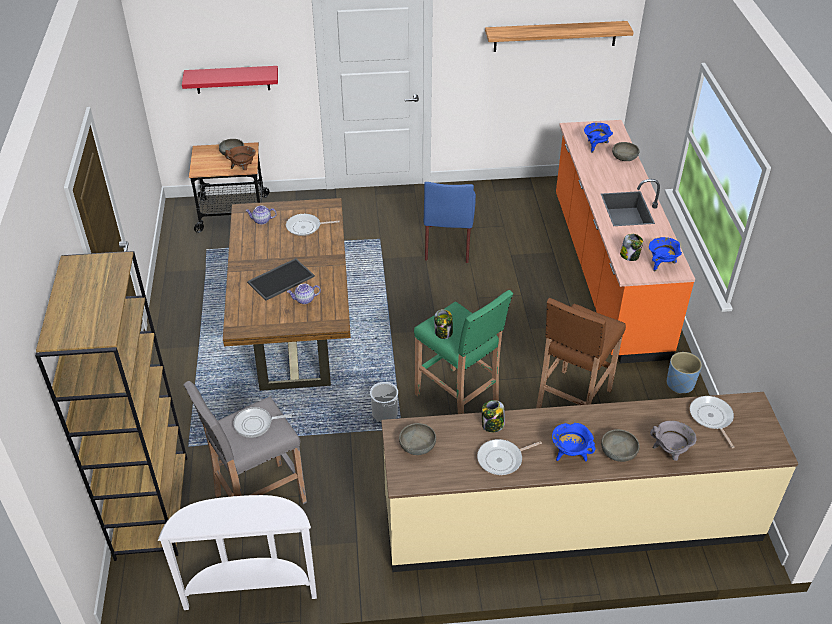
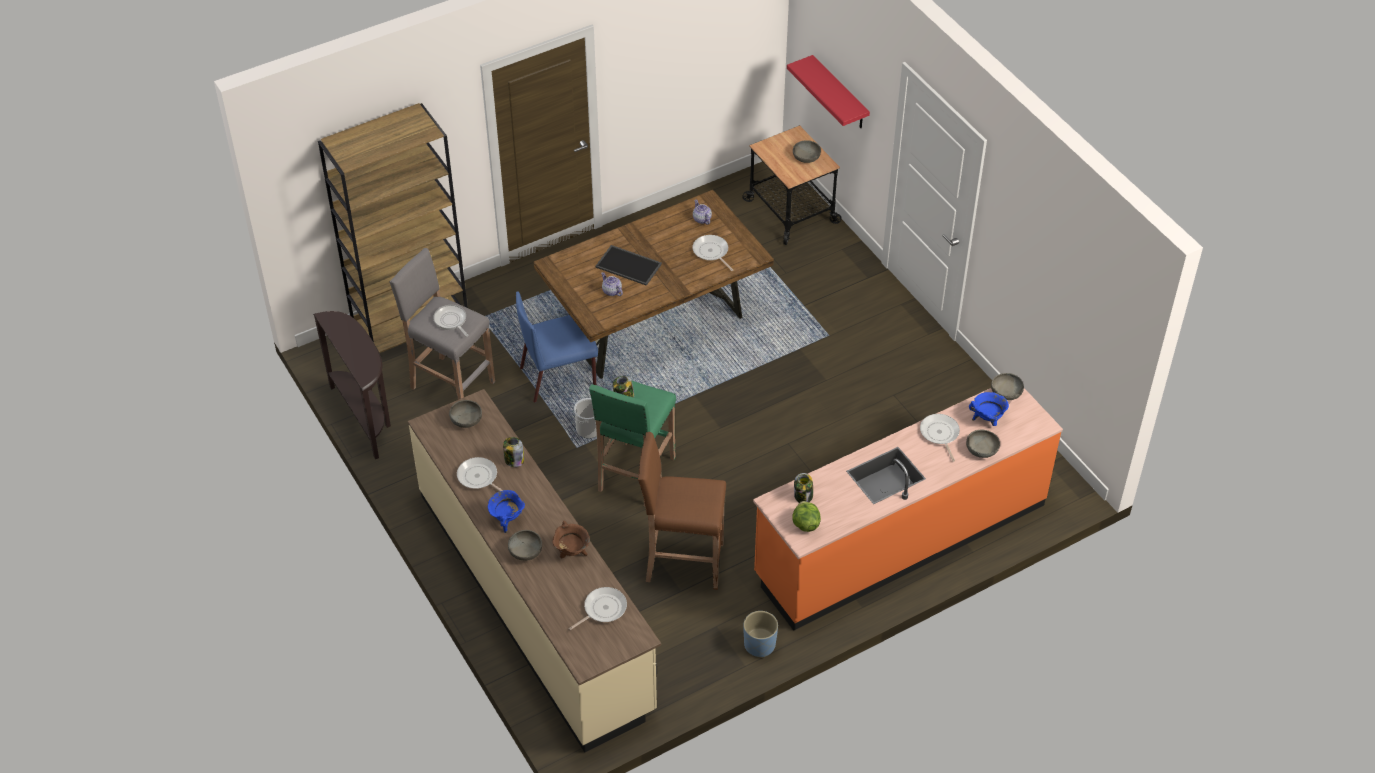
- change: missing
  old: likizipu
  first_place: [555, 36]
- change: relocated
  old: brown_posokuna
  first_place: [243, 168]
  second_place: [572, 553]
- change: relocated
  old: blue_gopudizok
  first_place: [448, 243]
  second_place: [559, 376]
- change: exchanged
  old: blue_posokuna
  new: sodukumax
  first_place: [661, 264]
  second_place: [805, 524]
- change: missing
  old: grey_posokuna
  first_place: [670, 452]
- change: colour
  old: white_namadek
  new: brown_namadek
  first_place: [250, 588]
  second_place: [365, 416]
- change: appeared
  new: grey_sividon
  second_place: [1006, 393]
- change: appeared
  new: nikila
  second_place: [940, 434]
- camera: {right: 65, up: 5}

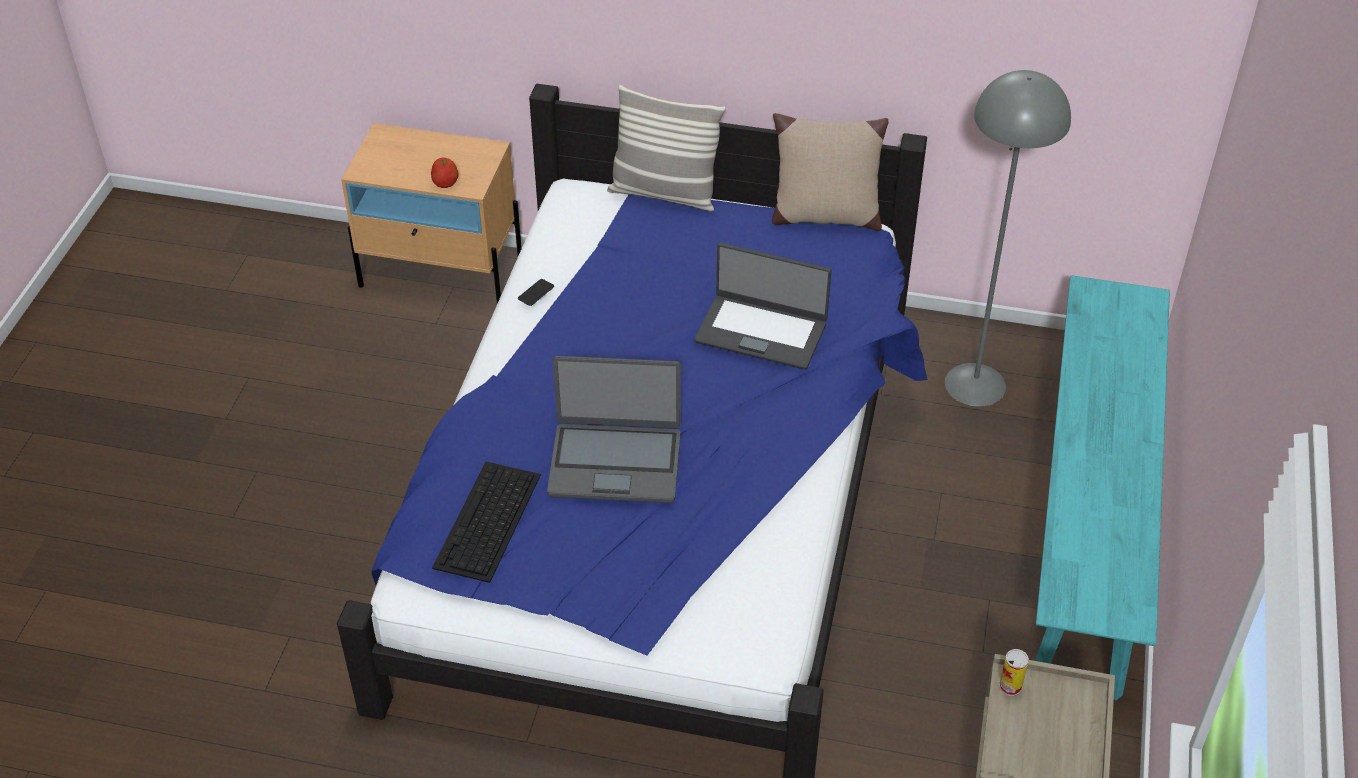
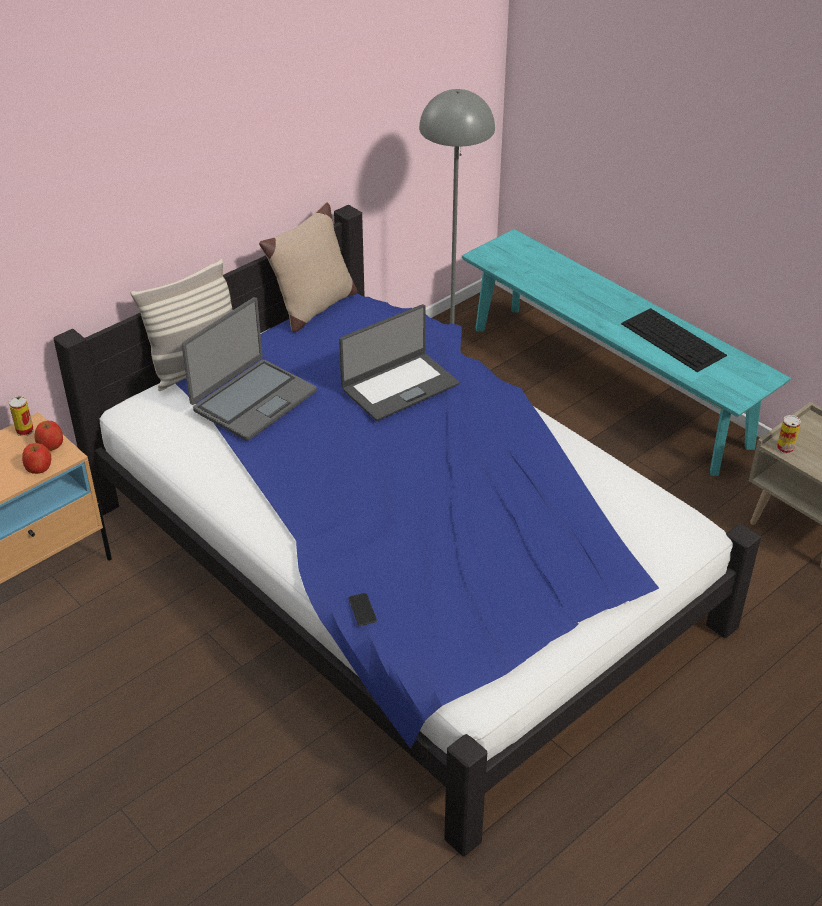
- change: relocated
  old: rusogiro
  first_place: [536, 293]
  second_place: [362, 610]
- change: relocated
  old: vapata
  first_place: [615, 462]
  second_place: [253, 400]
- change: relocated
  old: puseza
  first_place: [487, 522]
  second_place: [674, 340]
- change: appeared
  new: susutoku
  second_place: [25, 430]
- change: appeared
  new: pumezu
  second_place: [50, 444]
- camera: {right: -55, up: -5}

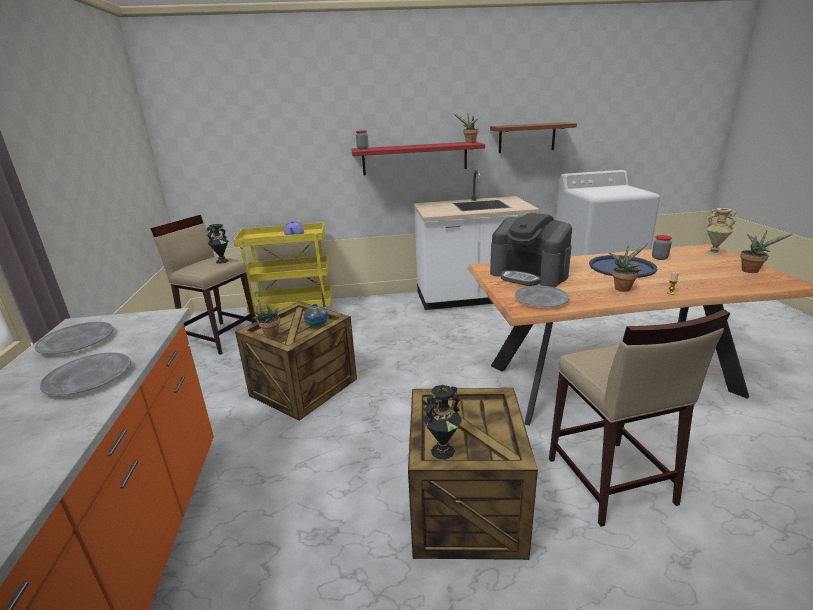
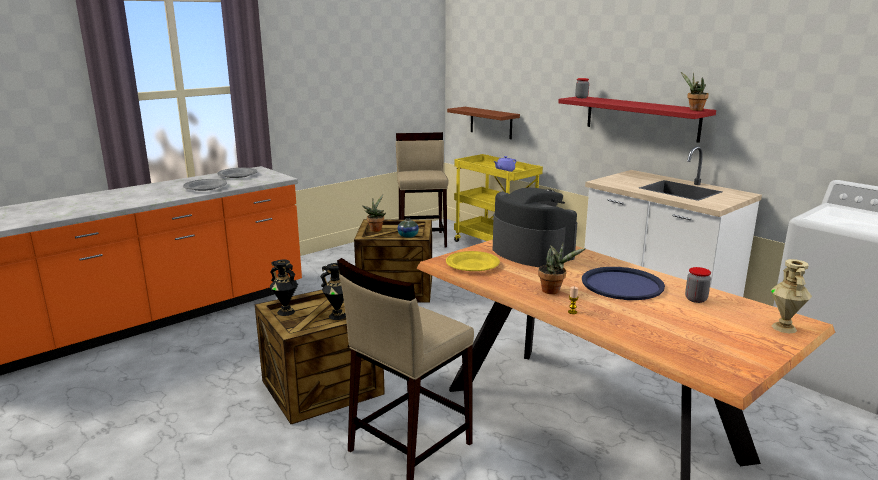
- change: relocated
  old: brown_likizipu
  first_place: [527, 137]
  second_place: [491, 122]
- change: spun
  old: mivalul
  first_place: [529, 274]
  second_place: [531, 252]
  degrees: 135
- change: relocated
  old: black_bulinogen
  first_place: [222, 261]
  second_place: [337, 316]
- change: missing
  old: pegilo
  first_place: [752, 270]
- change: colour
  old: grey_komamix
  new: yellow_komamix
  first_place: [541, 300]
  second_place: [472, 265]
- camera: {right: 55, up: -5}

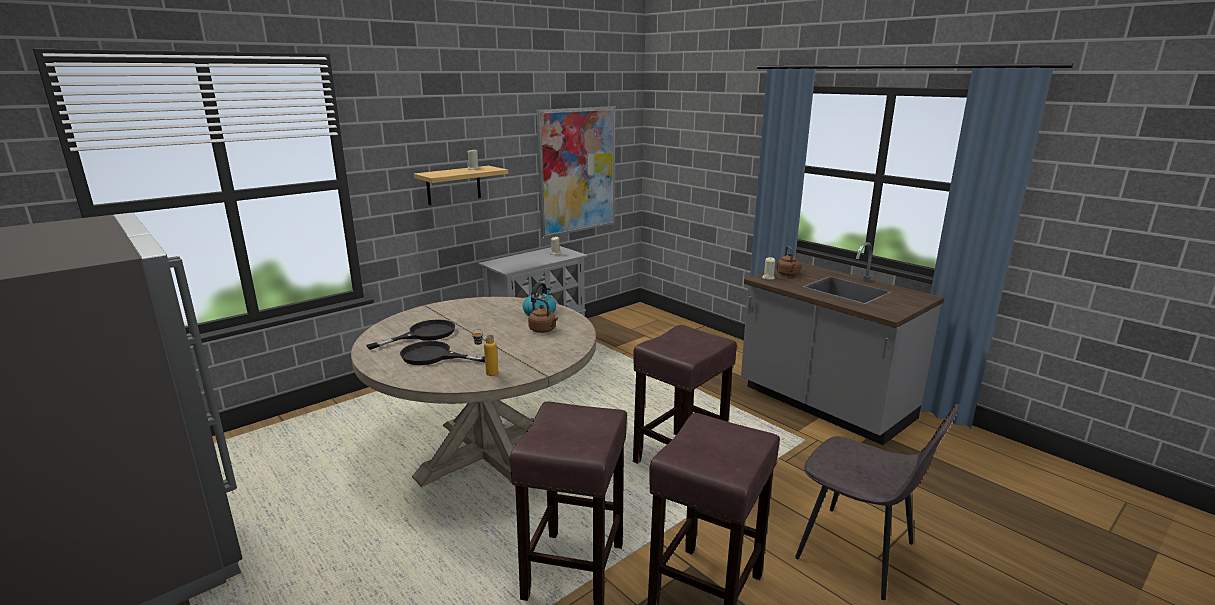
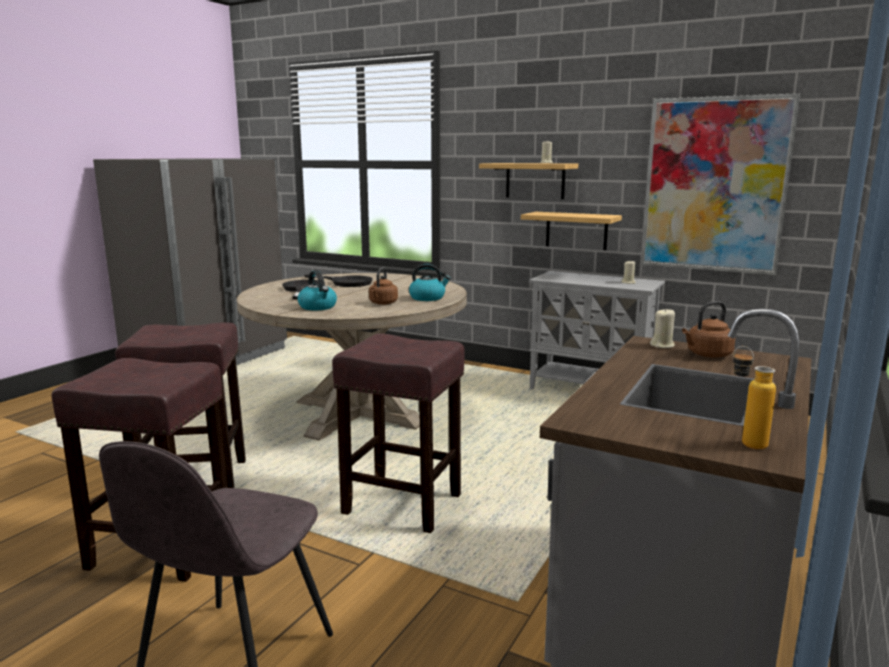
- change: relocated
  old: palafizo
  first_place: [486, 374]
  second_place: [744, 441]
- change: appeared
  new: likizipu
  second_place: [576, 230]
- change: appeared
  new: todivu
  second_place: [318, 307]
- camera: {right: 70, up: -5}

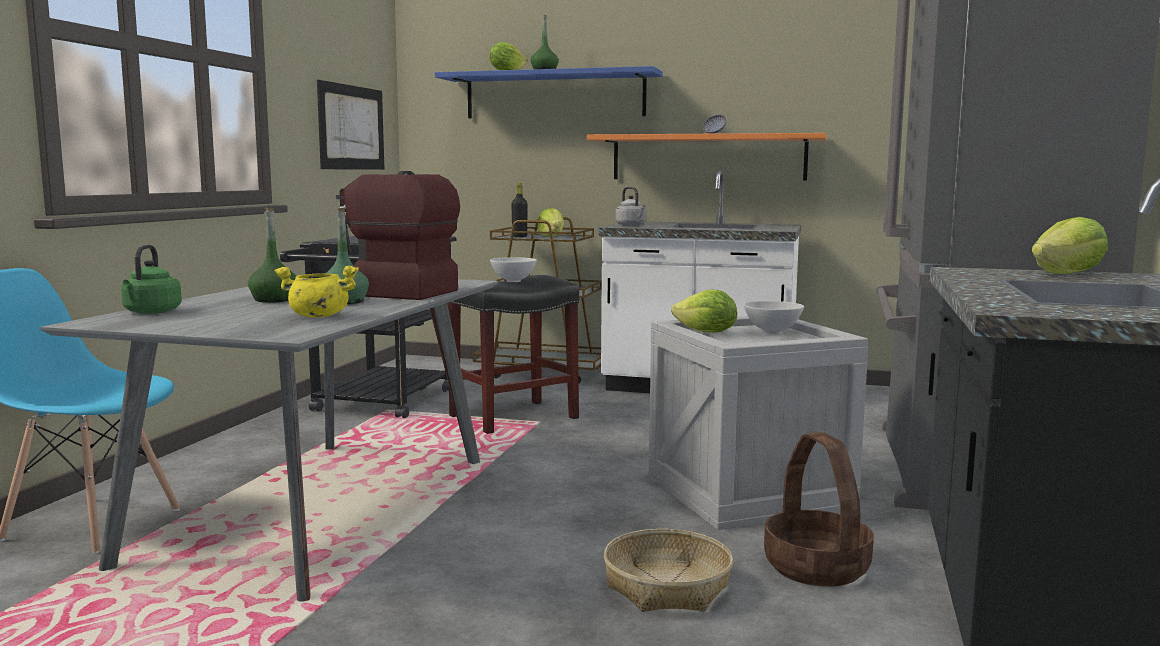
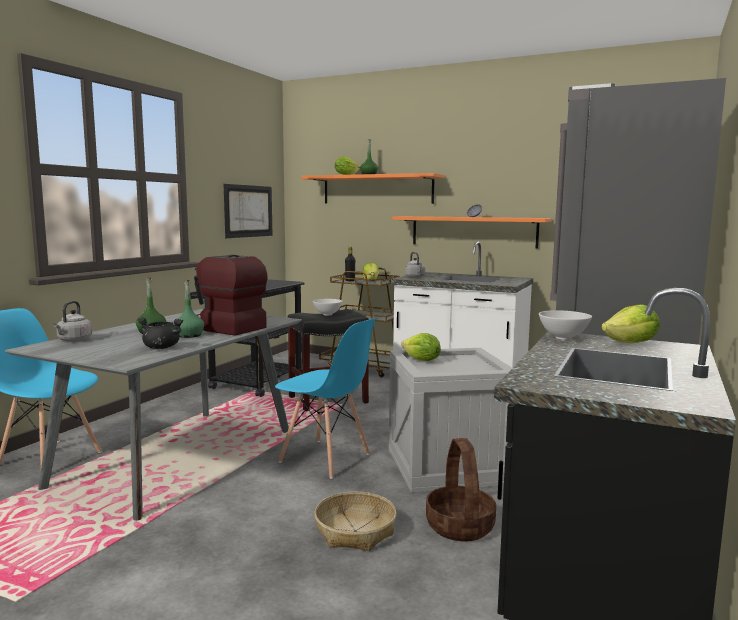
- change: colour
  old: blue_likizipu
  new: orange_likizipu
  first_place: [554, 95]
  second_place: [377, 189]
- change: colour
  old: green_todivu
  new: grey_todivu
  first_place: [151, 312]
  second_place: [73, 340]
- change: colour
  old: yellow_posokuna
  new: black_posokuna
  first_place: [317, 316]
  second_place: [160, 348]
- change: relocated
  old: white_sividon
  first_place: [773, 332]
  second_place: [564, 338]
- change: appeared
  new: blue_gopudizok
  second_place: [325, 458]
- camera: {right: 10, up: 0}

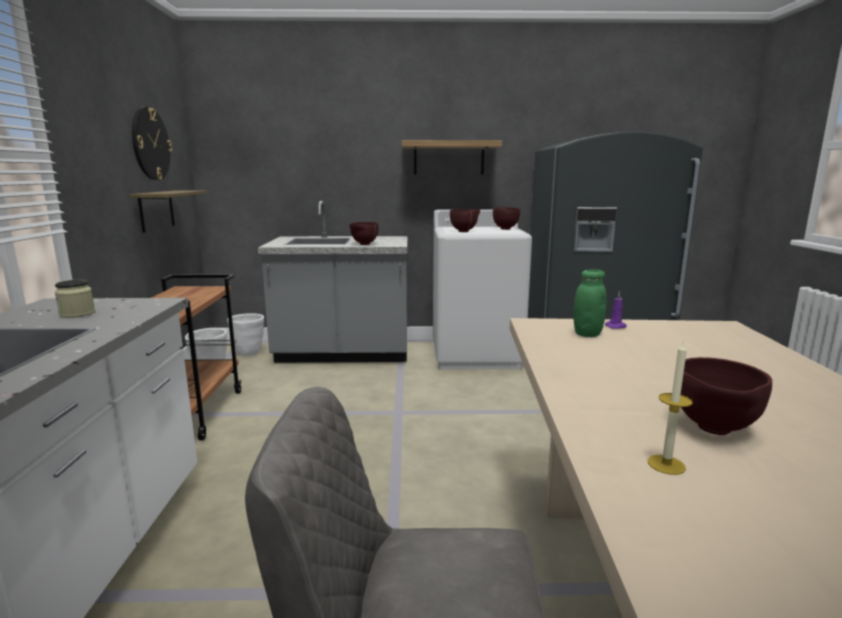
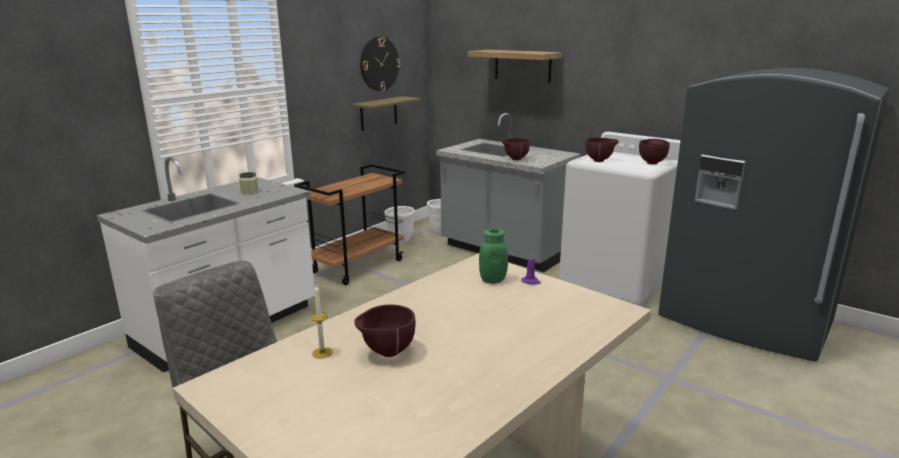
- change: relocated
  old: likizipu
  first_place: [448, 158]
  second_place: [522, 65]
- camera: {right: 40, up: 5}

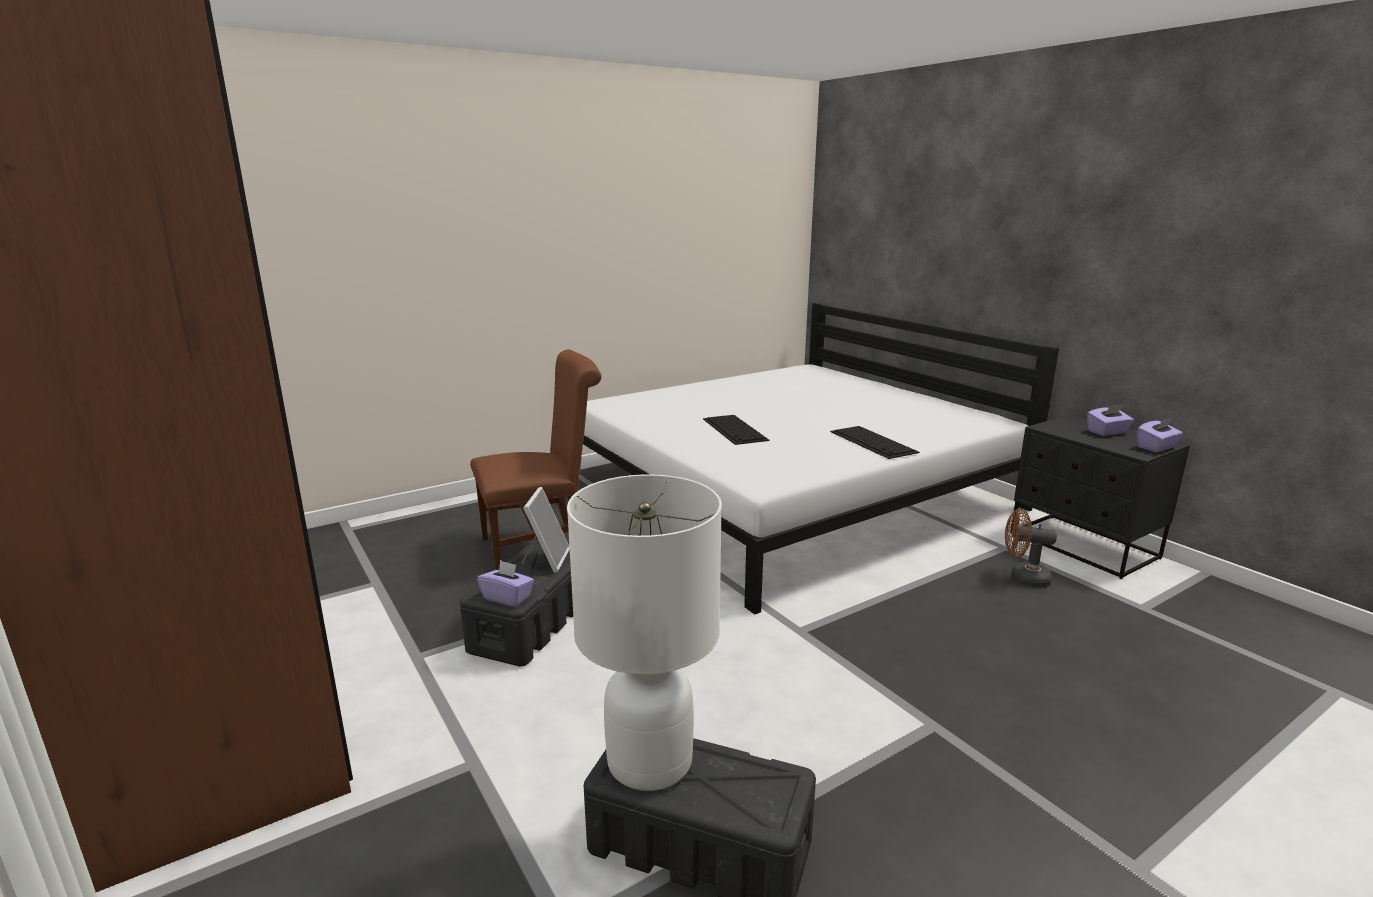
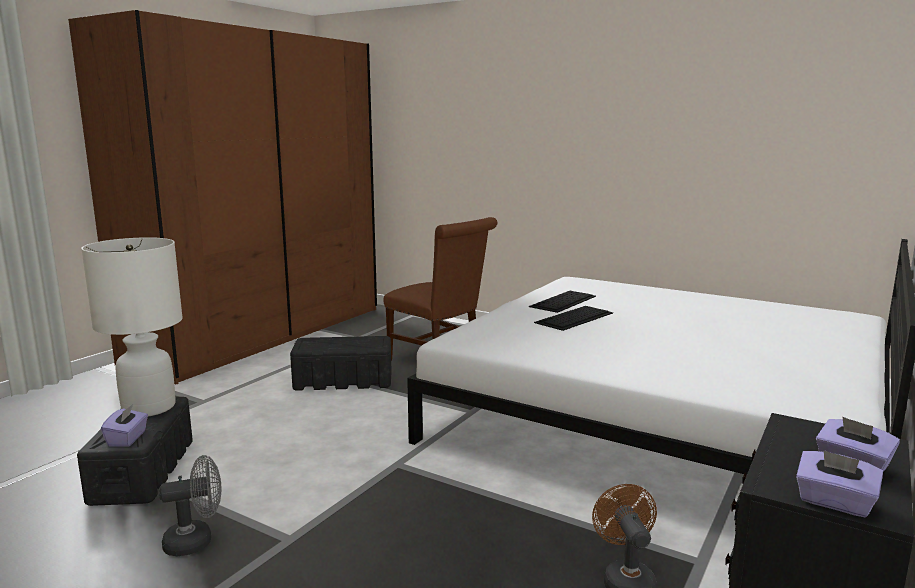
- change: relocated
  old: puseza
  first_place: [874, 442]
  second_place: [563, 301]
- change: missing
  old: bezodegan
  first_place: [546, 559]
- change: relocated
  old: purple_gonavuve
  first_place: [507, 598]
  second_place: [127, 439]
- change: appeared
  new: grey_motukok
  second_place: [196, 541]
- camera: {right: 65, up: -5}

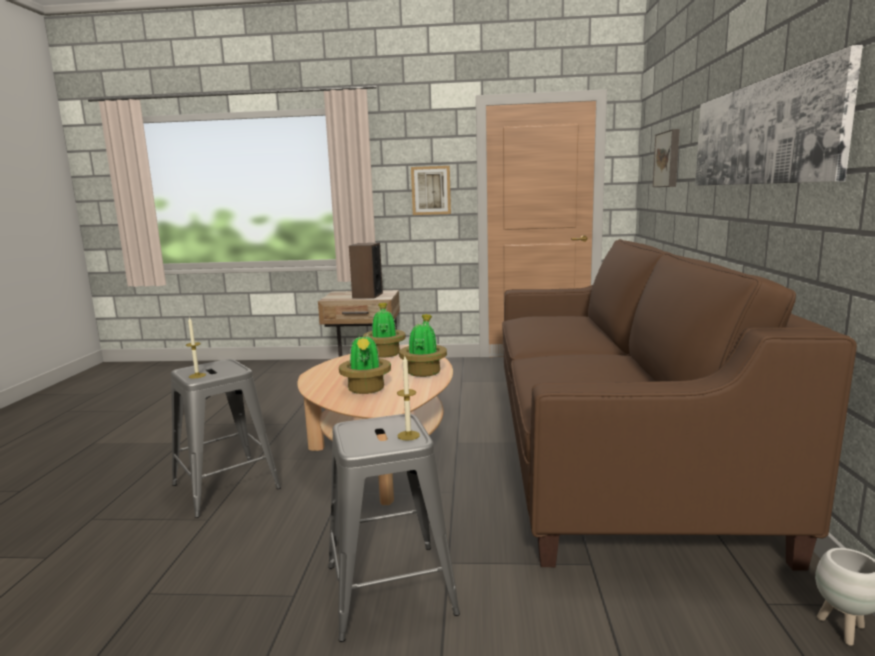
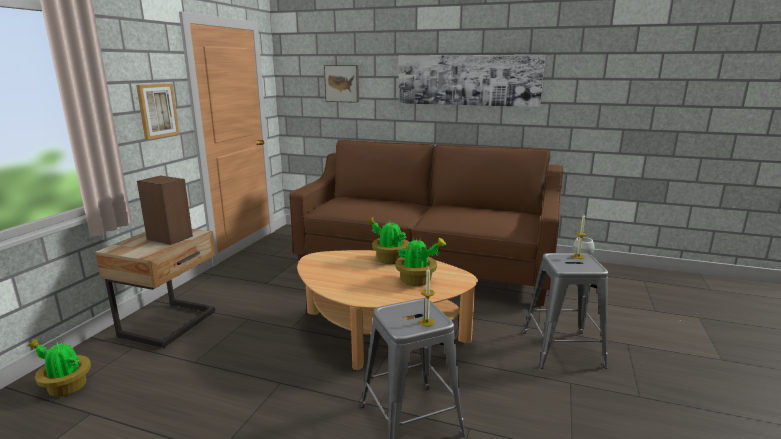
- change: relocated
  old: pegilo
  first_place: [385, 354]
  second_place: [66, 387]
- camera: {right: -75, up: 5}

